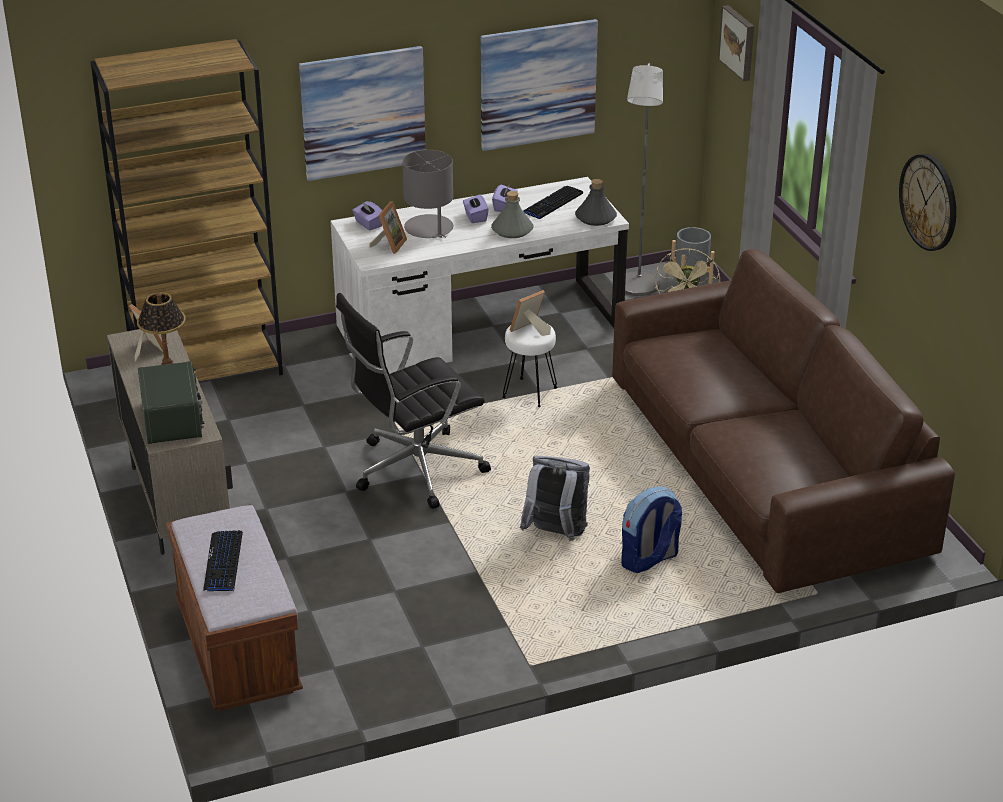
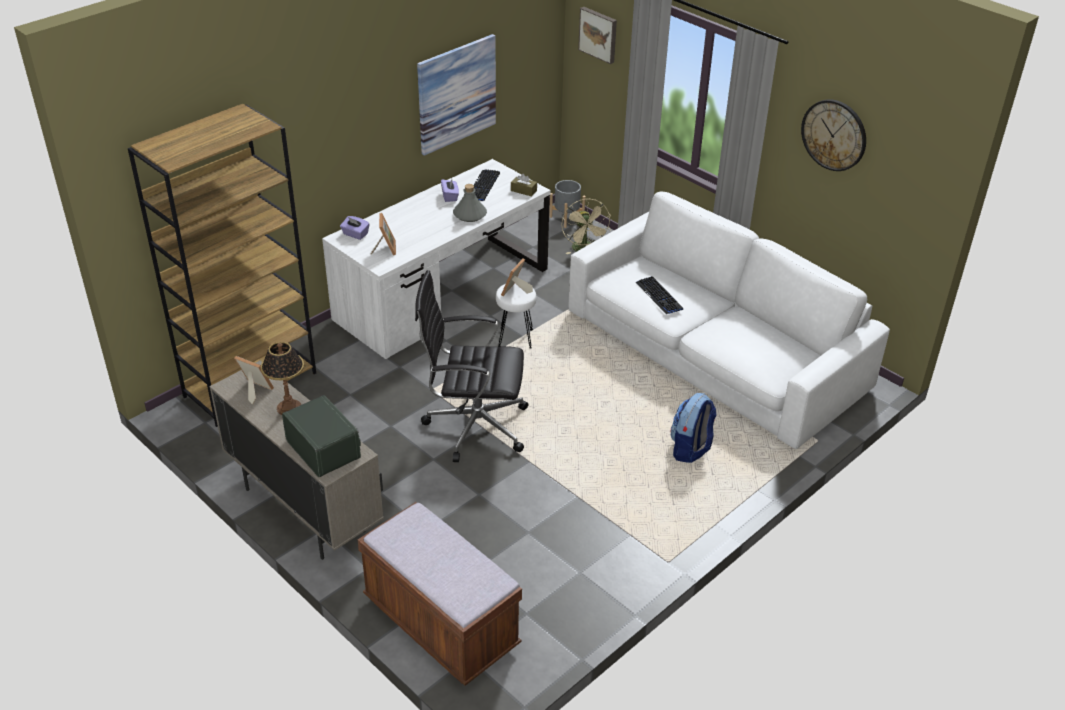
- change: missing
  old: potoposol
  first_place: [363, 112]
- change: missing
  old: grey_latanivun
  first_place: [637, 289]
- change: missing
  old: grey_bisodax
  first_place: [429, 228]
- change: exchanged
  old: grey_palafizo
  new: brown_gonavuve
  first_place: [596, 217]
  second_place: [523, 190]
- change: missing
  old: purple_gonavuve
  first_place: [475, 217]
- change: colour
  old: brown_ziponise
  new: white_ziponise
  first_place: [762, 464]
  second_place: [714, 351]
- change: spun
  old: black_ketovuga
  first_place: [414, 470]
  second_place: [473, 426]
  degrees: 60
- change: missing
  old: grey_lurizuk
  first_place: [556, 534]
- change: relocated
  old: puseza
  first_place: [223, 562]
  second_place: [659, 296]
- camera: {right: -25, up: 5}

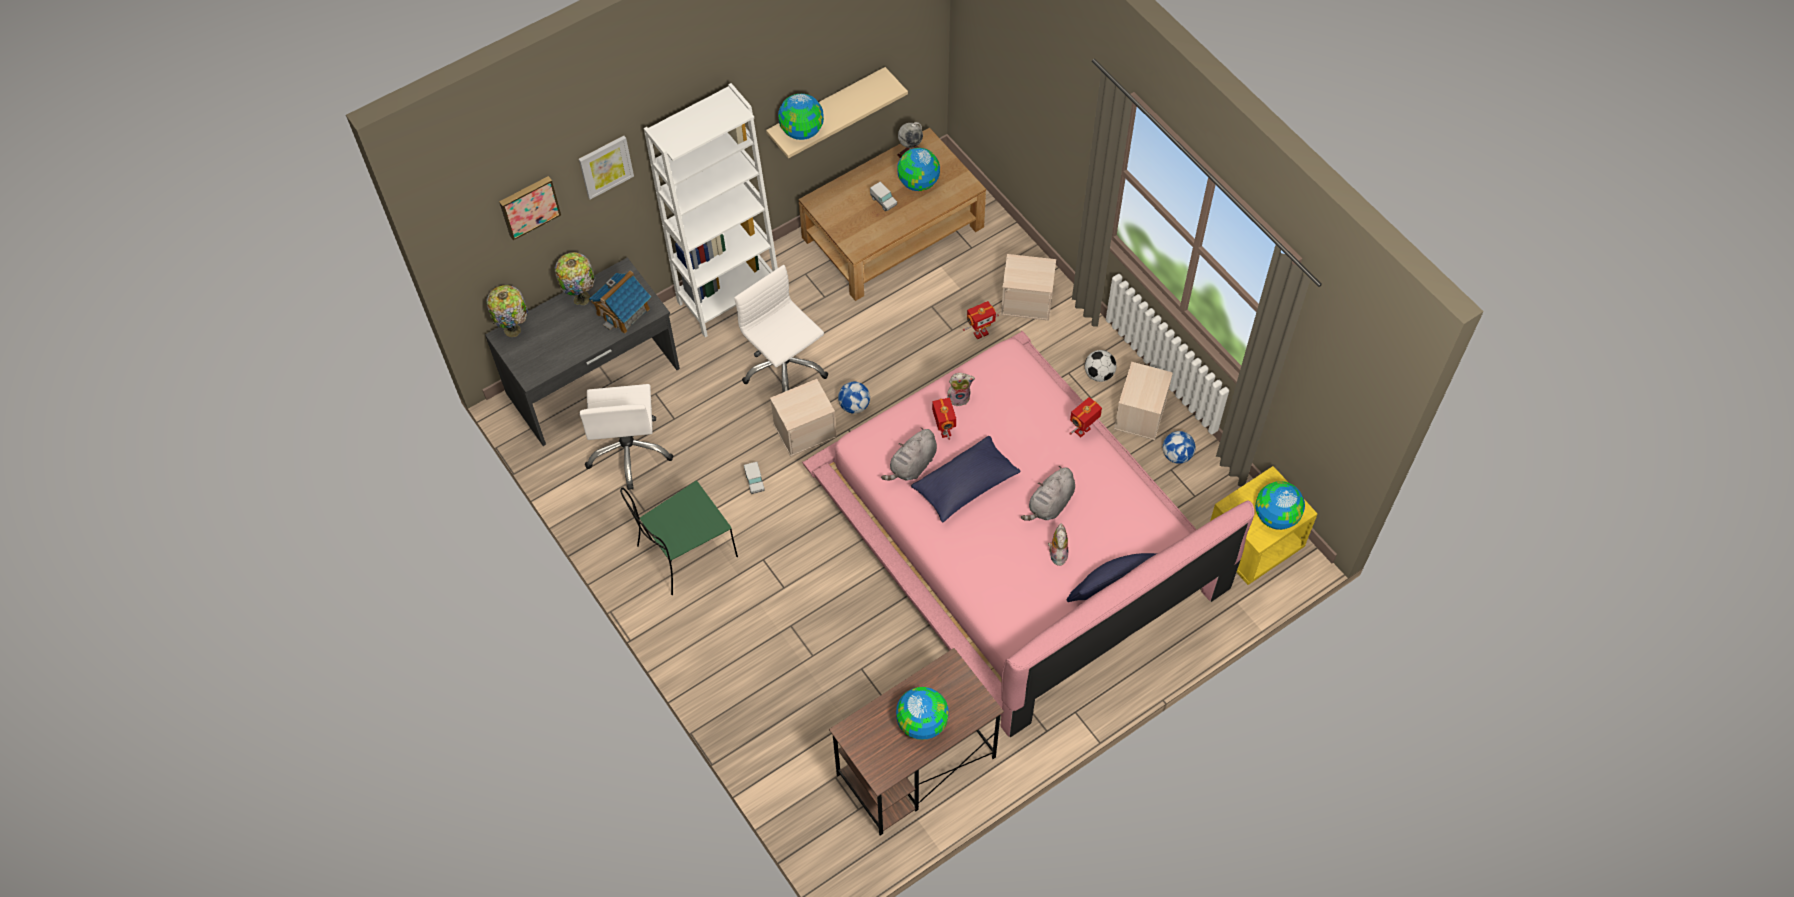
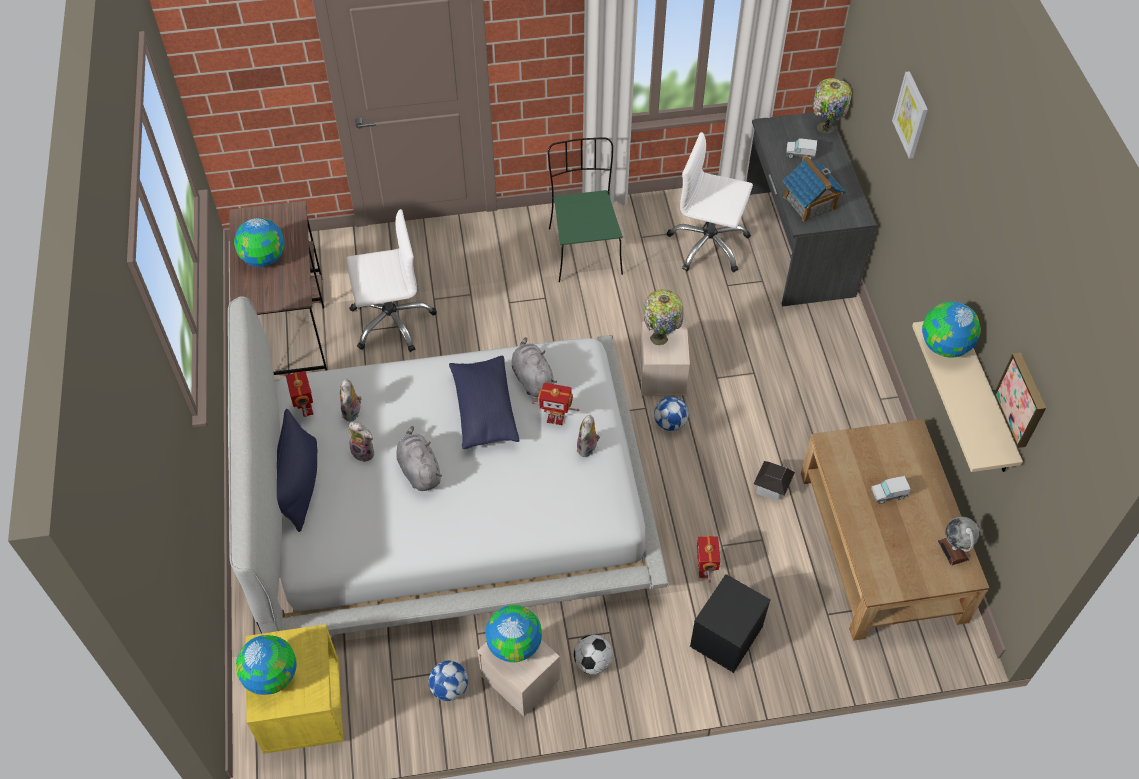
- change: missing
  old: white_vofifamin
  first_place: [729, 298]
- change: relocated
  old: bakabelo
  first_place: [918, 183]
  second_place: [514, 645]
- change: relocated
  old: potoposol
  first_place: [529, 206]
  second_place: [1023, 400]
- change: relocated
  old: bisodax
  first_place: [581, 297]
  second_place: [660, 338]
- change: colour
  old: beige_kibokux
  new: black_kibokux
  first_place: [1027, 300]
  second_place: [726, 637]
- change: relocated
  old: white_ketovuga
  first_place: [784, 368]
  second_place: [391, 321]
- change: colour
  old: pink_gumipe
  new: white_gumipe
  first_place: [1016, 534]
  second_place: [451, 495]
- change: relocated
  old: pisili
  first_place: [1083, 431]
  second_place: [305, 409]
- change: relocated
  old: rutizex
  first_place: [754, 482]
  second_place: [800, 154]
- change: appeared
  new: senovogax
  second_place: [353, 412]
- change: appeared
  new: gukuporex
  second_place: [771, 487]
- camera: {right: 115, up: -5}

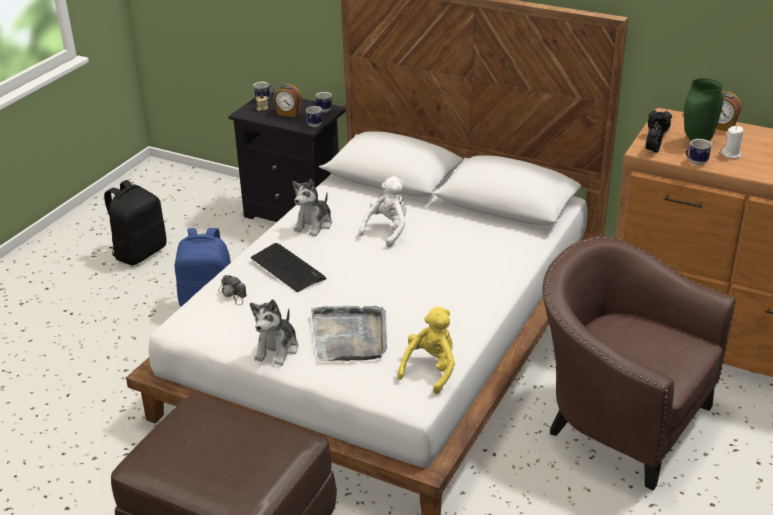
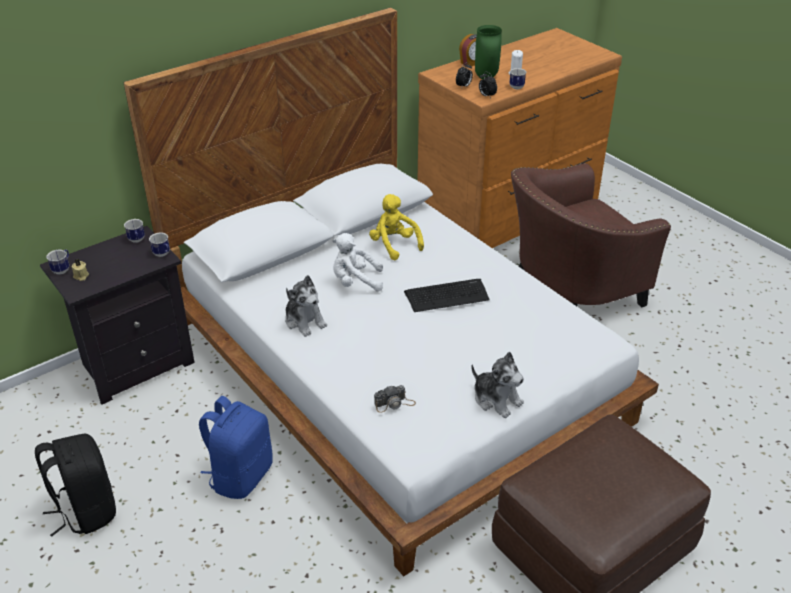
- change: missing
  old: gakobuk
  first_place: [288, 113]
- change: spun
  old: white_senovogax
  first_place: [387, 231]
  second_place: [355, 282]
  degrees: -60
- change: relocated
  old: puseza
  first_place: [288, 268]
  second_place: [447, 296]
- change: missing
  old: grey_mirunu
  first_place: [350, 336]
- change: relocated
  old: yellow_senovogax
  first_place: [431, 369]
  second_place: [394, 245]
- camera: {right: -65, up: 5}

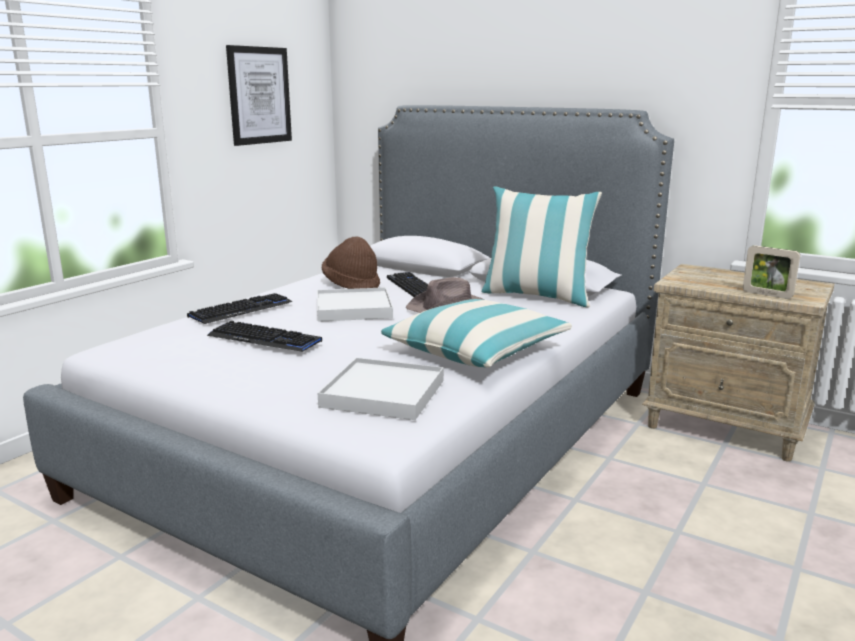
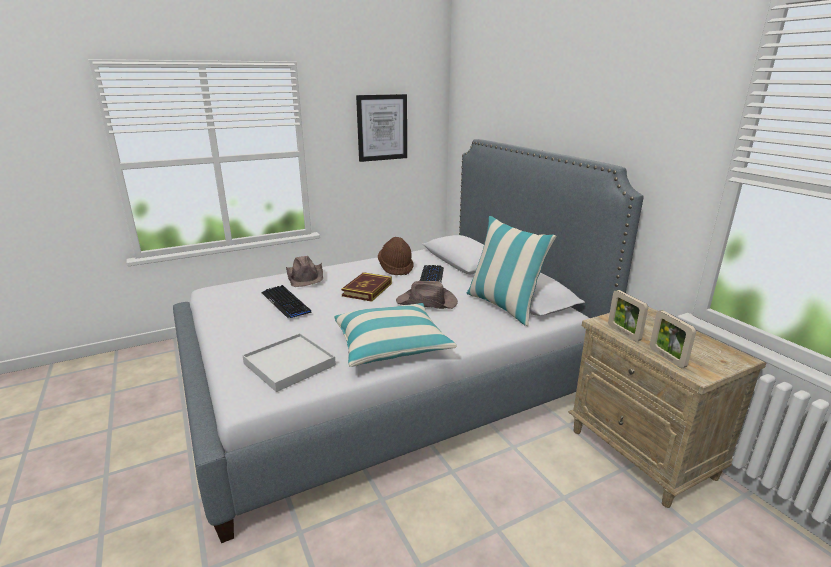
- change: exchanged
  old: white_mirunu
  new: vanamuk
  first_place: [353, 309]
  second_place: [367, 289]
- change: exchanged
  old: puseza
  new: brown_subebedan
  first_place: [241, 310]
  second_place: [306, 276]
- change: appeared
  new: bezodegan
  second_place: [623, 333]
- camera: {right: 30, up: 5}

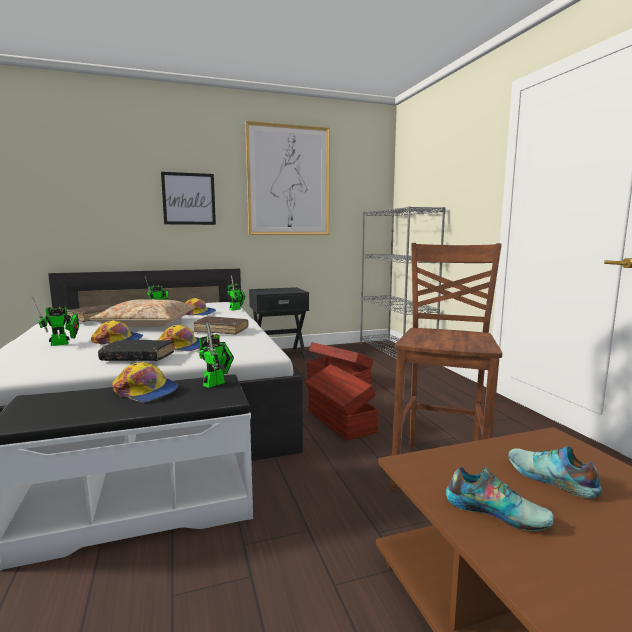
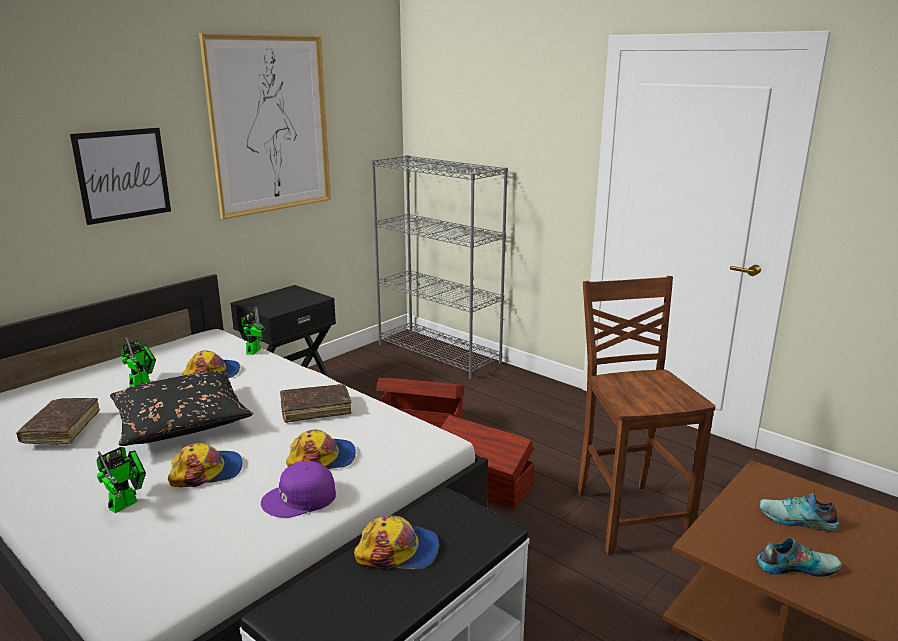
- change: colour
  old: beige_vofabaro
  new: black_vofabaro
  first_place: [147, 324]
  second_place: [181, 421]
- change: missing
  old: pisili
  first_place: [217, 383]
- change: exchanged
  old: black_vanamuk
  new: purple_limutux
  first_place: [138, 358]
  second_place: [300, 498]
- camera: {right: -30, up: 10}

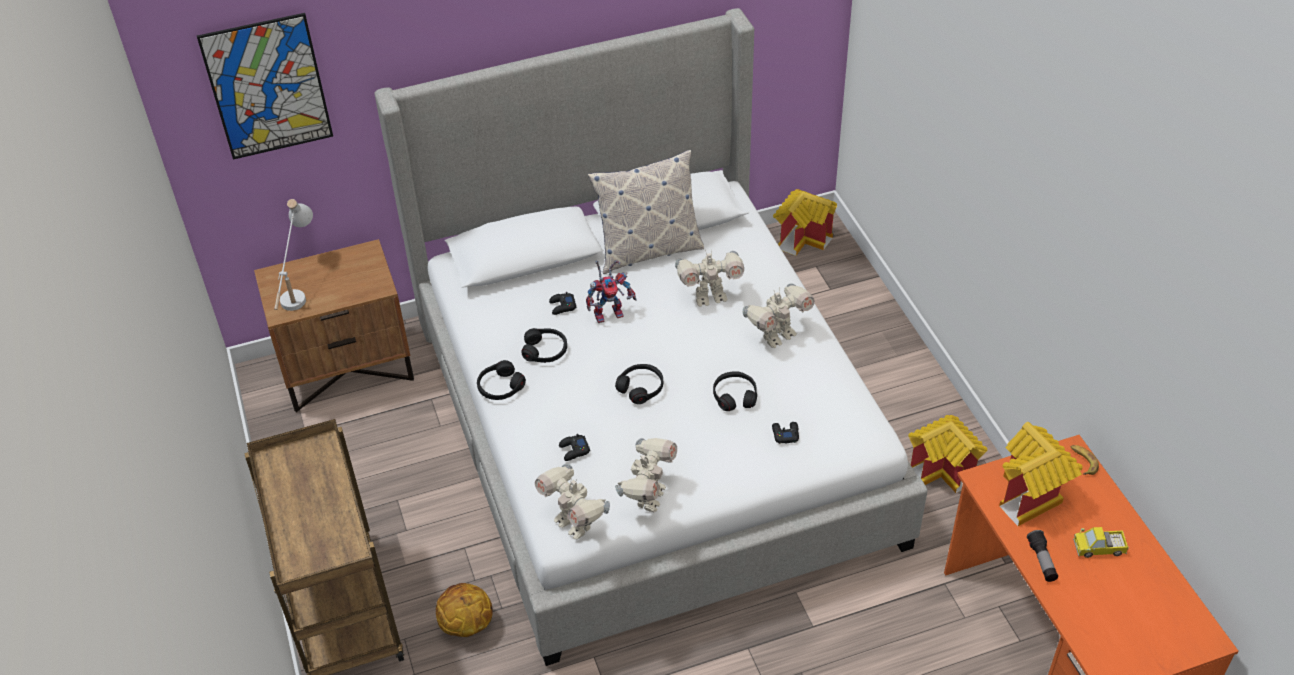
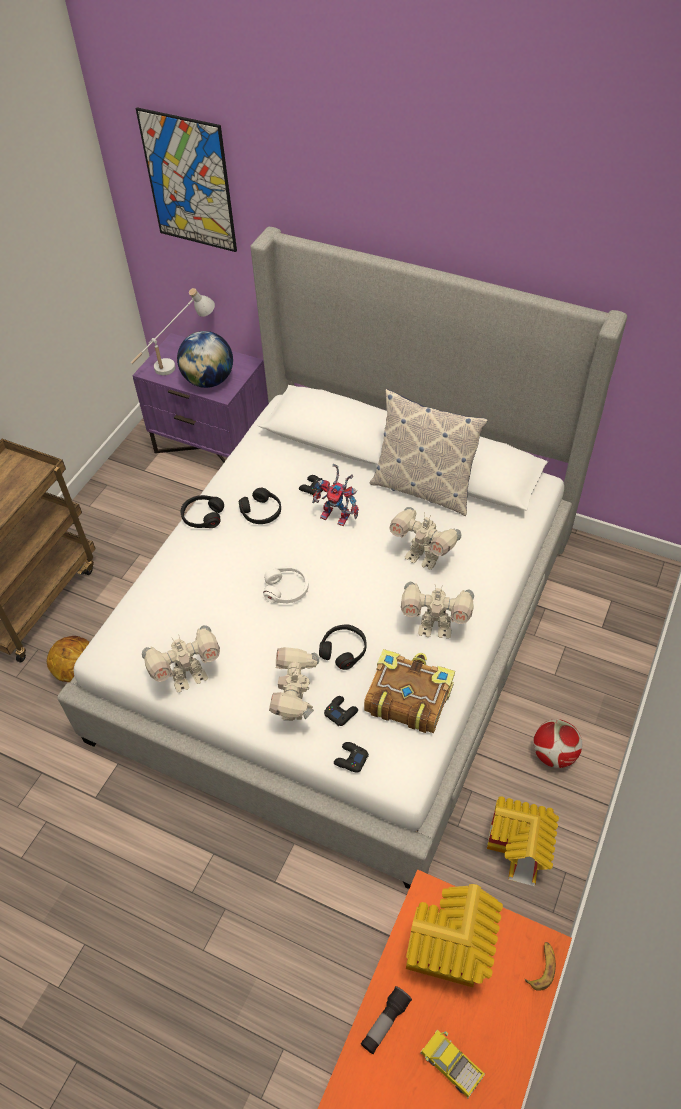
- change: missing
  old: gukuporex
  first_place: [804, 238]
- change: colour
  old: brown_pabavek
  new: purple_pabavek
  first_place: [348, 369]
  second_place: [213, 446]
- change: colour
  old: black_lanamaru
  new: white_lanamaru
  first_place: [641, 387]
  second_place: [286, 589]
- change: relocated
  old: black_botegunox
  first_place: [574, 450]
  second_place: [350, 759]
- change: relocated
  old: pisili
  first_place: [574, 524]
  second_place: [296, 706]
- change: appeared
  new: bakabelo
  second_place: [209, 380]
- change: appeared
  new: vanamuk
  second_place: [407, 697]
- change: appeared
  new: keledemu
  second_place: [553, 754]
- camera: {right: 45, up: 5}

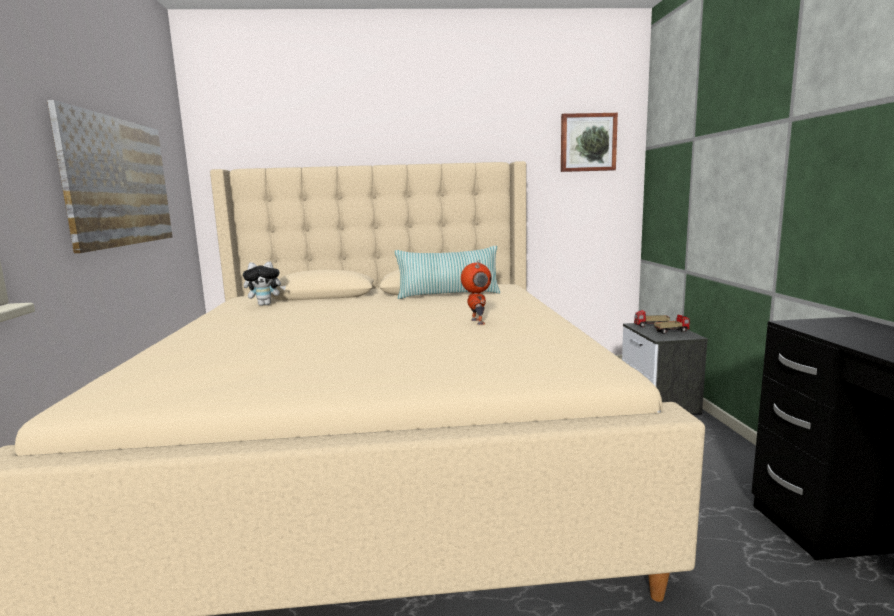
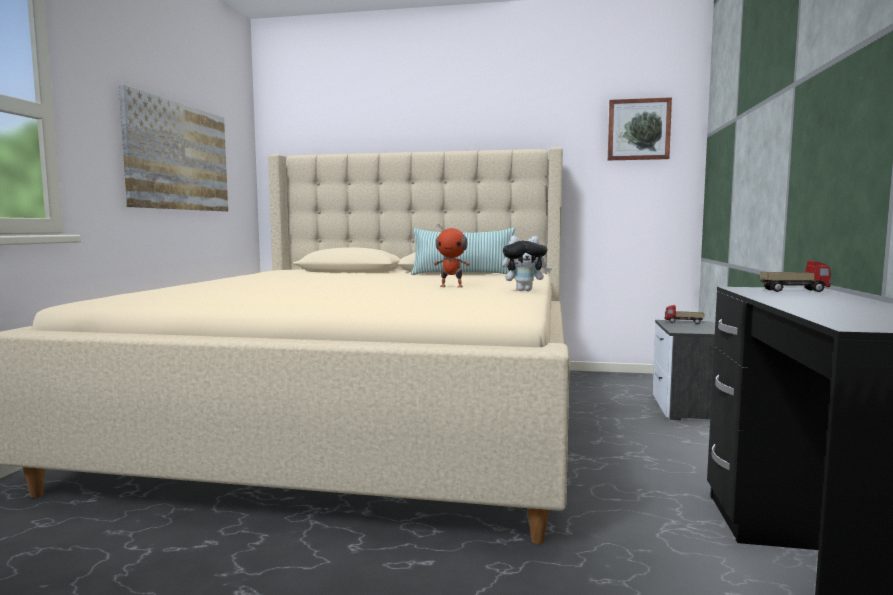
- change: spun
  old: pisili
  first_place: [476, 322]
  second_place: [451, 286]
  degrees: 105
- change: relocated
  old: senovogax
  first_place: [265, 304]
  second_place: [525, 290]
- change: relocated
  old: rutizex
  first_place: [671, 332]
  second_place: [794, 291]
- camera: {right: 15, up: -5}

